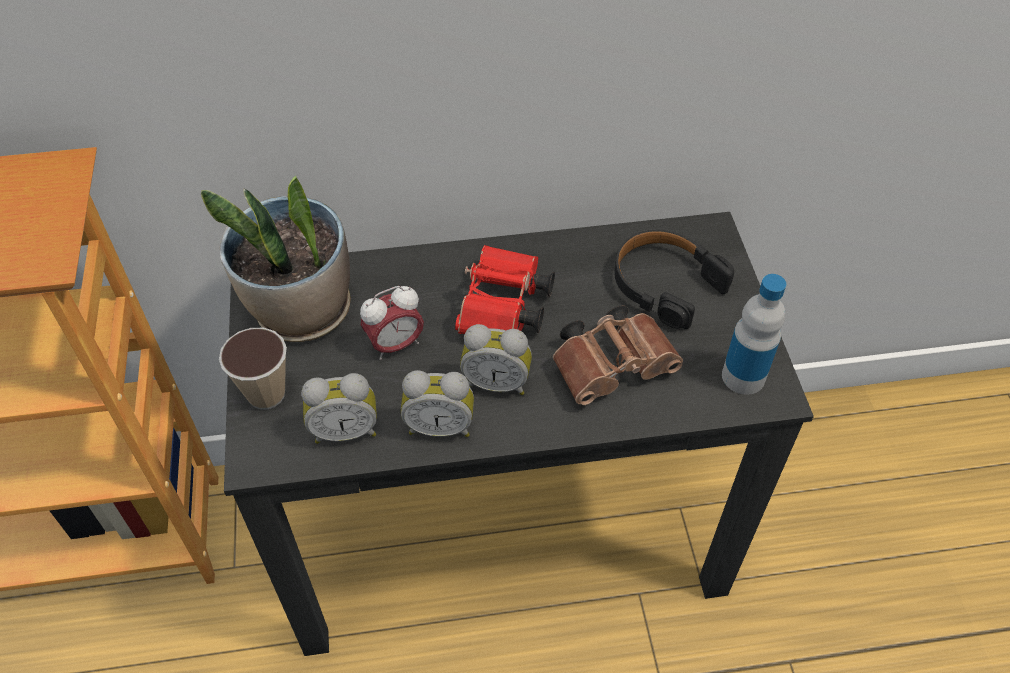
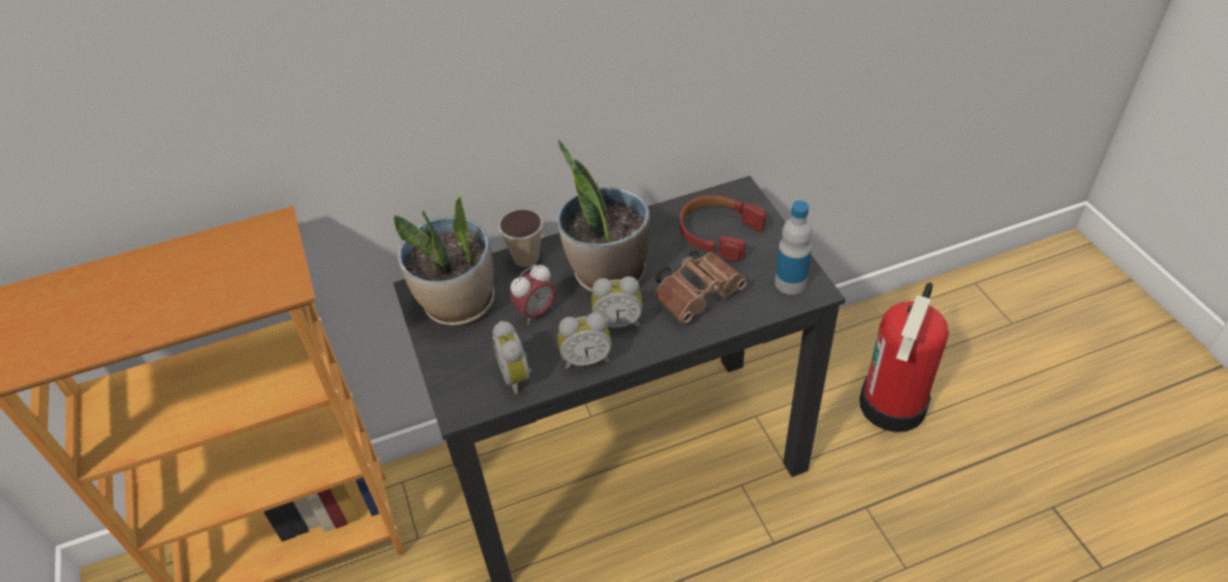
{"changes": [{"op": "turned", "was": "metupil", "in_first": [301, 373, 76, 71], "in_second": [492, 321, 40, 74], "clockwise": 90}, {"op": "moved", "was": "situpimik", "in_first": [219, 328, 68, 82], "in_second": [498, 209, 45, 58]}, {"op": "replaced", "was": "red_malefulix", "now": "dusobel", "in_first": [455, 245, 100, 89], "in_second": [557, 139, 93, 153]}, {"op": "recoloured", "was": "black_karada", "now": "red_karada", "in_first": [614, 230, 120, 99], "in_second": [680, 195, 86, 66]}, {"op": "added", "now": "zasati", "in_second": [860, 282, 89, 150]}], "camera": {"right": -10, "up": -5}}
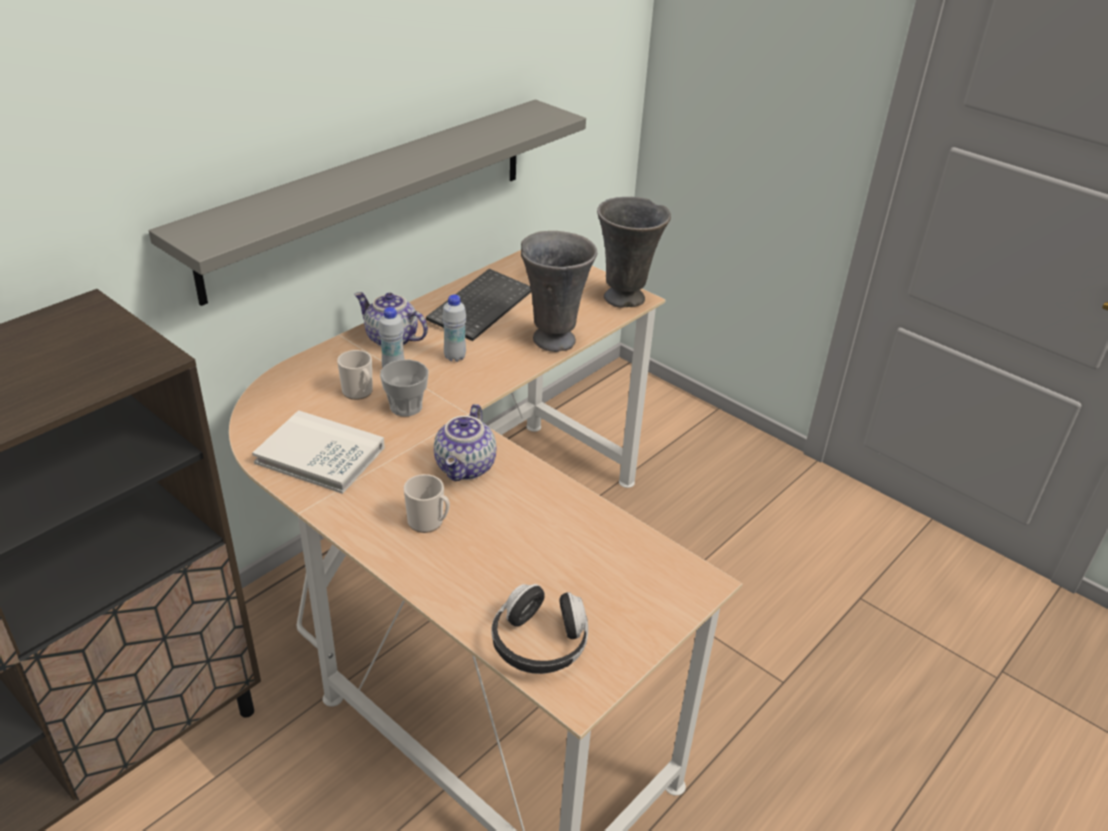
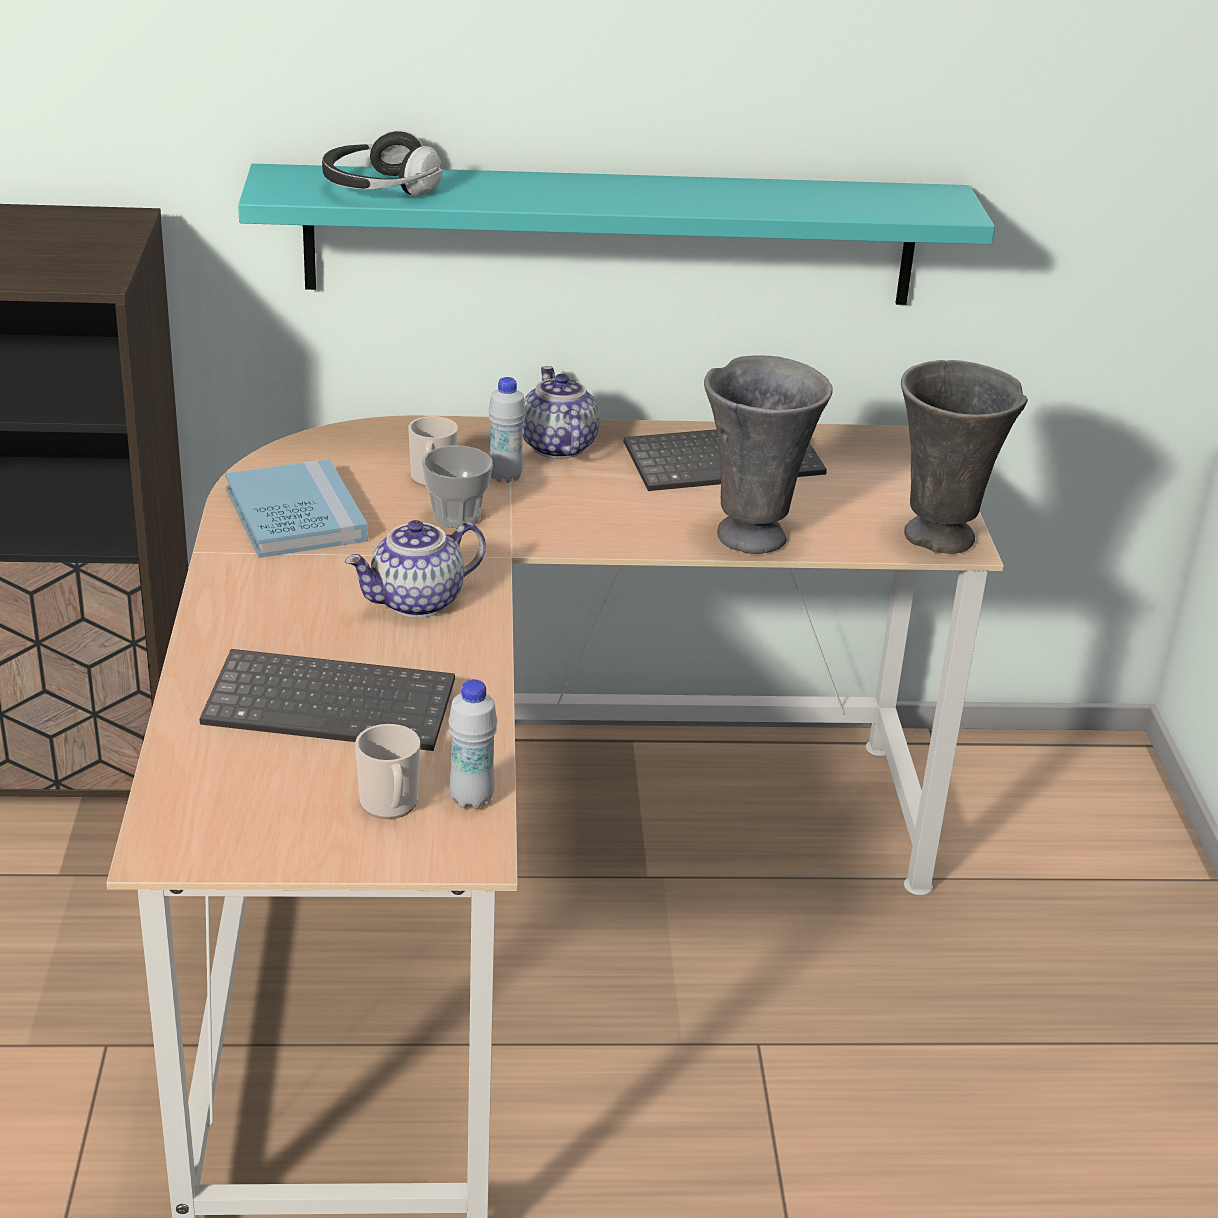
{"changes": [{"op": "added", "now": "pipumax", "in_second": [199, 649, 256, 102]}, {"op": "recoloured", "was": "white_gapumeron", "now": "blue_gapumeron", "in_first": [252, 410, 133, 84], "in_second": [225, 459, 143, 99]}, {"op": "recoloured", "was": "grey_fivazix", "now": "turquoise_fivazix", "in_first": [149, 100, 437, 206], "in_second": [238, 164, 757, 141]}, {"op": "moved", "was": "karada", "in_first": [491, 584, 97, 90], "in_second": [322, 130, 120, 66]}, {"op": "moved", "was": "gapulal", "in_first": [404, 474, 46, 59], "in_second": [355, 724, 65, 95]}, {"op": "moved", "was": "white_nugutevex", "in_first": [442, 295, 25, 67], "in_second": [449, 679, 48, 130]}], "camera": {"right": 45, "up": -5}}
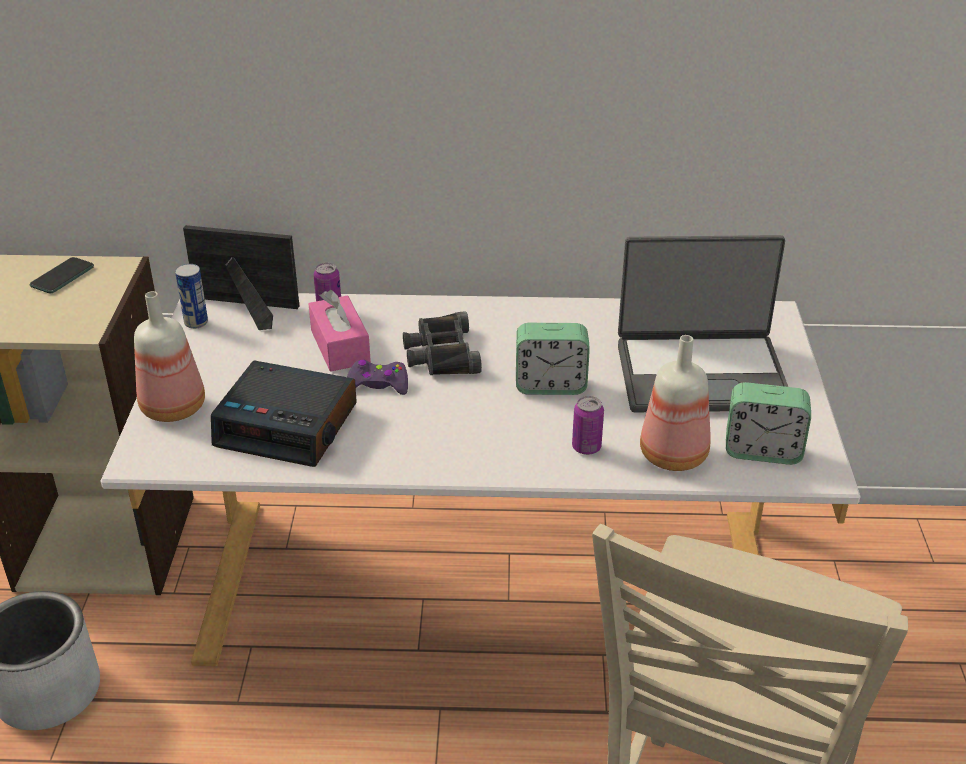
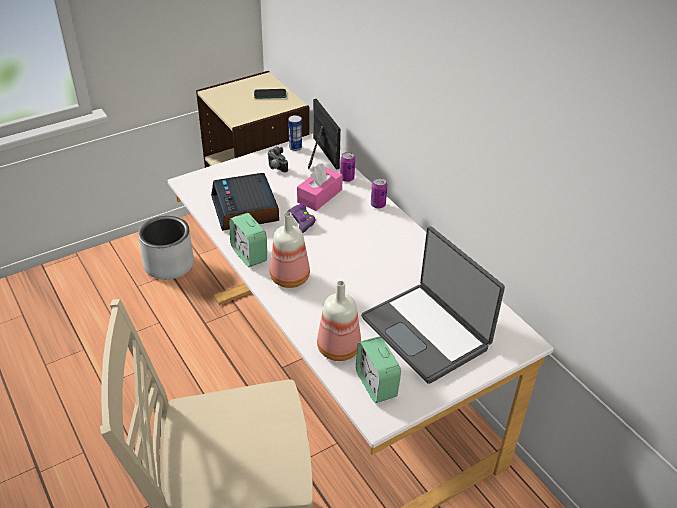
{"changes": [{"op": "moved", "was": "metupil", "in_first": [516, 323, 74, 72], "in_second": [229, 213, 38, 54]}, {"op": "added", "now": "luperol", "in_second": [268, 146, 20, 27]}, {"op": "moved", "was": "nugutevex", "in_first": [134, 291, 71, 131], "in_second": [270, 212, 40, 76]}, {"op": "moved", "was": "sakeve", "in_first": [572, 396, 32, 59], "in_second": [371, 178, 16, 31]}, {"op": "removed", "was": "black_malefulix", "in_first": [403, 311, 79, 64]}], "camera": {"right": 55, "up": 5}}
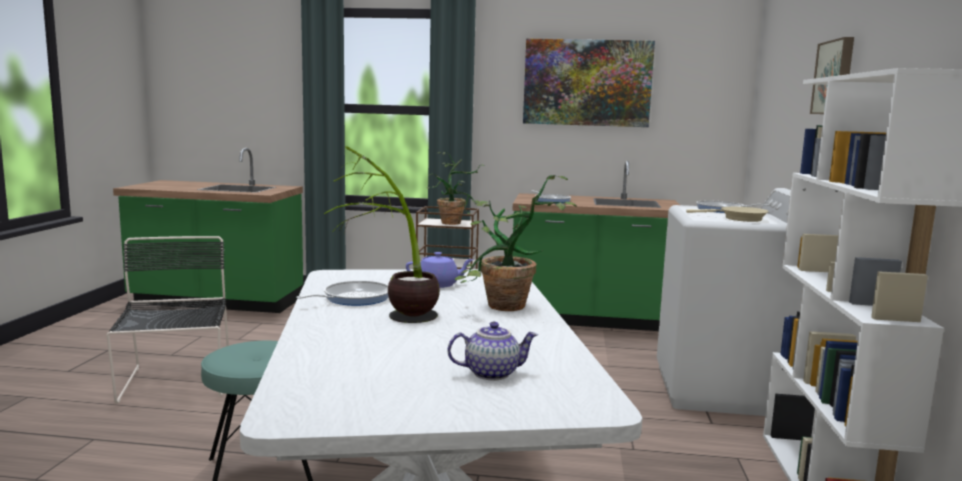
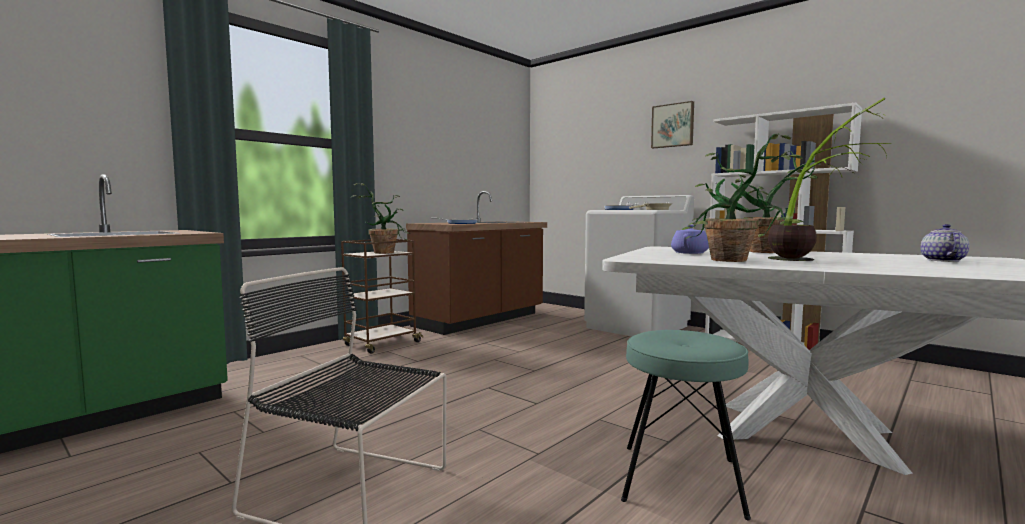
{"changes": [{"op": "recoloured", "was": "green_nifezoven", "now": "brown_nifezoven", "in_first": [512, 160, 168, 171], "in_second": [406, 191, 141, 144]}, {"op": "replaced", "was": "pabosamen", "now": "dusobel", "in_first": [296, 281, 93, 25], "in_second": [682, 133, 121, 129]}, {"op": "removed", "was": "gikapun", "in_first": [523, 38, 132, 89]}], "camera": {"right": -55, "up": -5}}
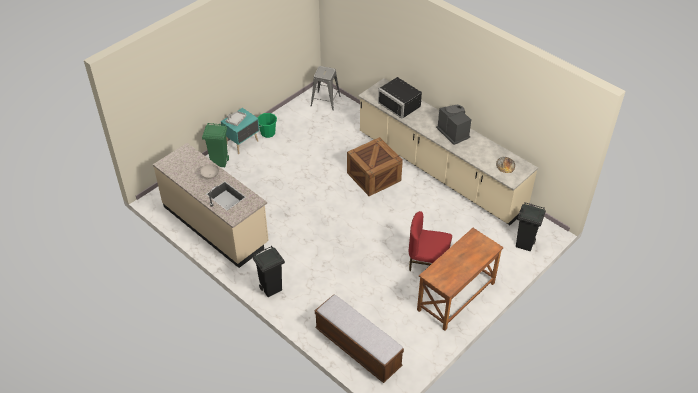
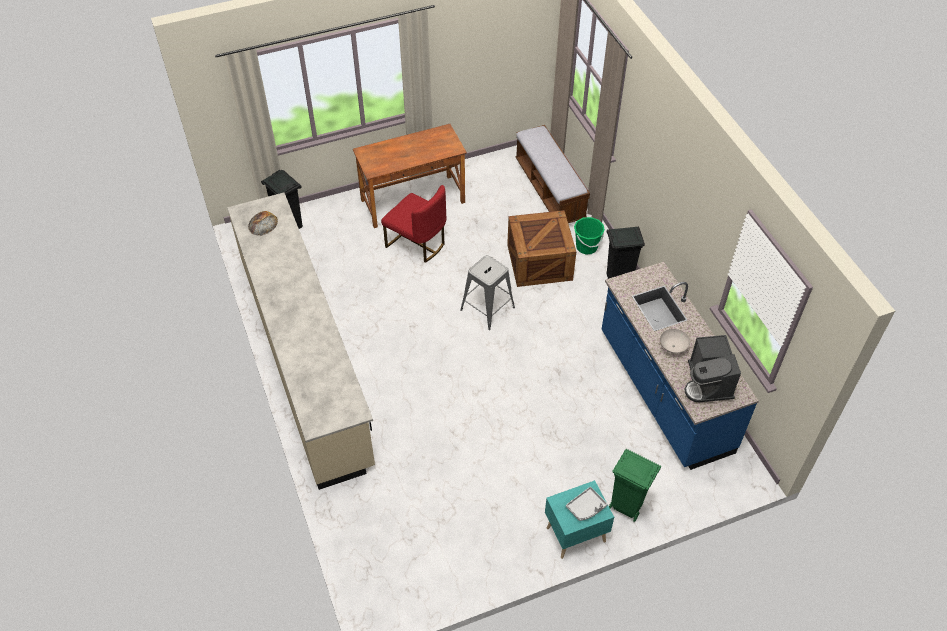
{"changes": [{"op": "moved", "was": "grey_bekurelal", "in_first": [311, 66, 29, 45], "in_second": [460, 255, 55, 75]}, {"op": "moved", "was": "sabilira", "in_first": [347, 137, 56, 59], "in_second": [507, 210, 69, 77]}, {"op": "moved", "was": "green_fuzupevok", "in_first": [257, 113, 20, 25], "in_second": [574, 217, 31, 37]}, {"op": "recoloured", "was": "beige_nifezoven", "now": "blue_nifezoven", "in_first": [153, 143, 116, 125], "in_second": [602, 262, 157, 208]}, {"op": "moved", "was": "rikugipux", "in_first": [436, 105, 36, 40], "in_second": [685, 335, 56, 67]}, {"op": "removed", "was": "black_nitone", "in_first": [378, 77, 44, 42]}], "camera": {"right": -155, "up": 5}}
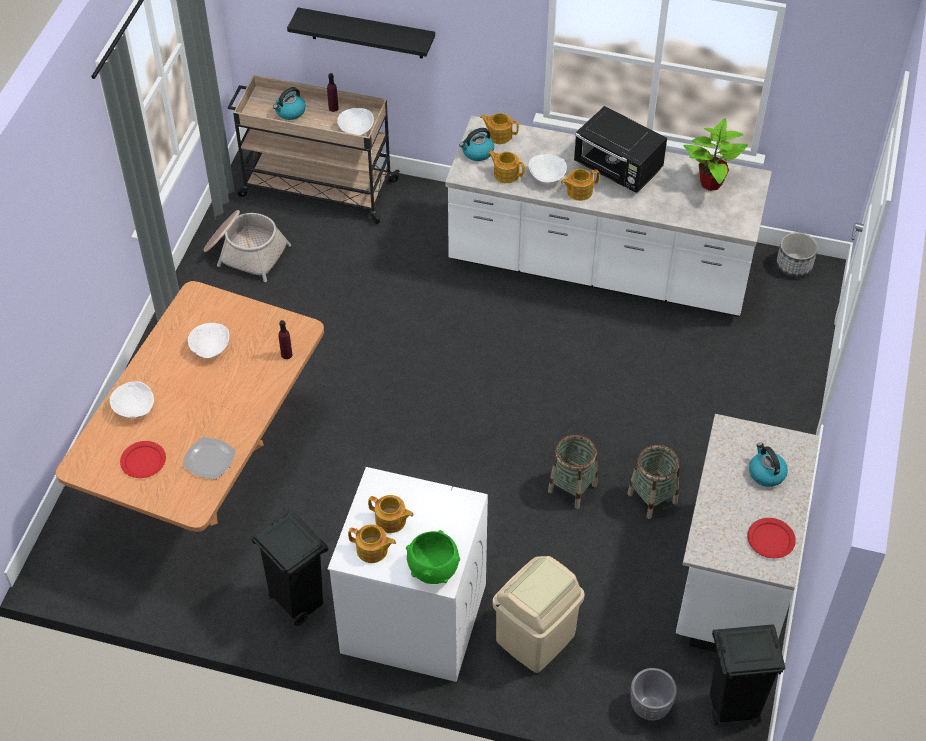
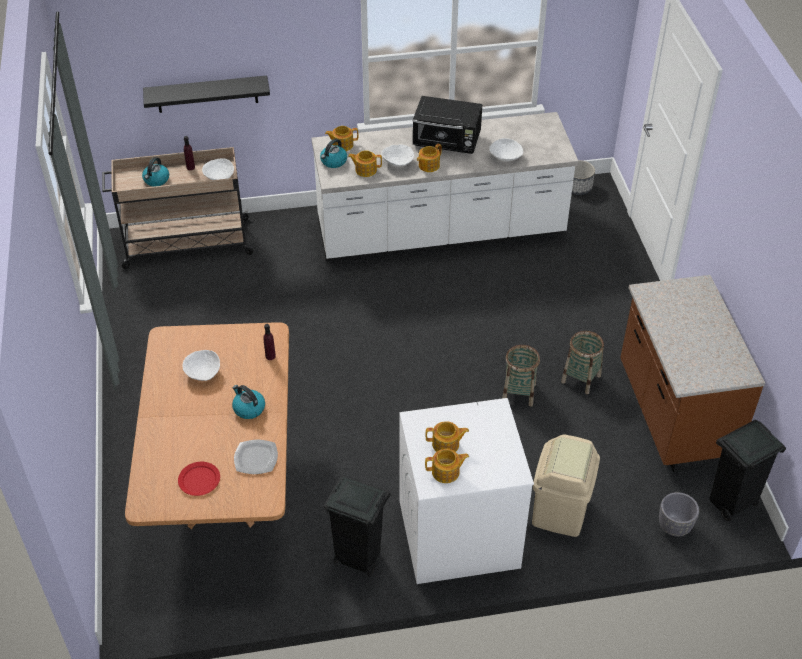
{"changes": [{"op": "moved", "was": "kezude", "in_first": [749, 443, 39, 44], "in_second": [232, 385, 33, 34]}, {"op": "moved", "was": "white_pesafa", "in_first": [110, 381, 44, 37], "in_second": [489, 138, 34, 24]}, {"op": "recoloured", "was": "white_nifezoven", "now": "brown_nifezoven", "in_first": [676, 414, 144, 239], "in_second": [620, 275, 145, 198]}, {"op": "removed", "was": "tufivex", "in_first": [204, 210, 87, 72]}, {"op": "removed", "was": "green_pesafa", "in_first": [406, 530, 54, 54]}, {"op": "removed", "was": "dusobel", "in_first": [683, 118, 65, 73]}, {"op": "removed", "was": "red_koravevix", "in_first": [747, 518, 49, 40]}], "camera": {"right": -25, "up": -5}}
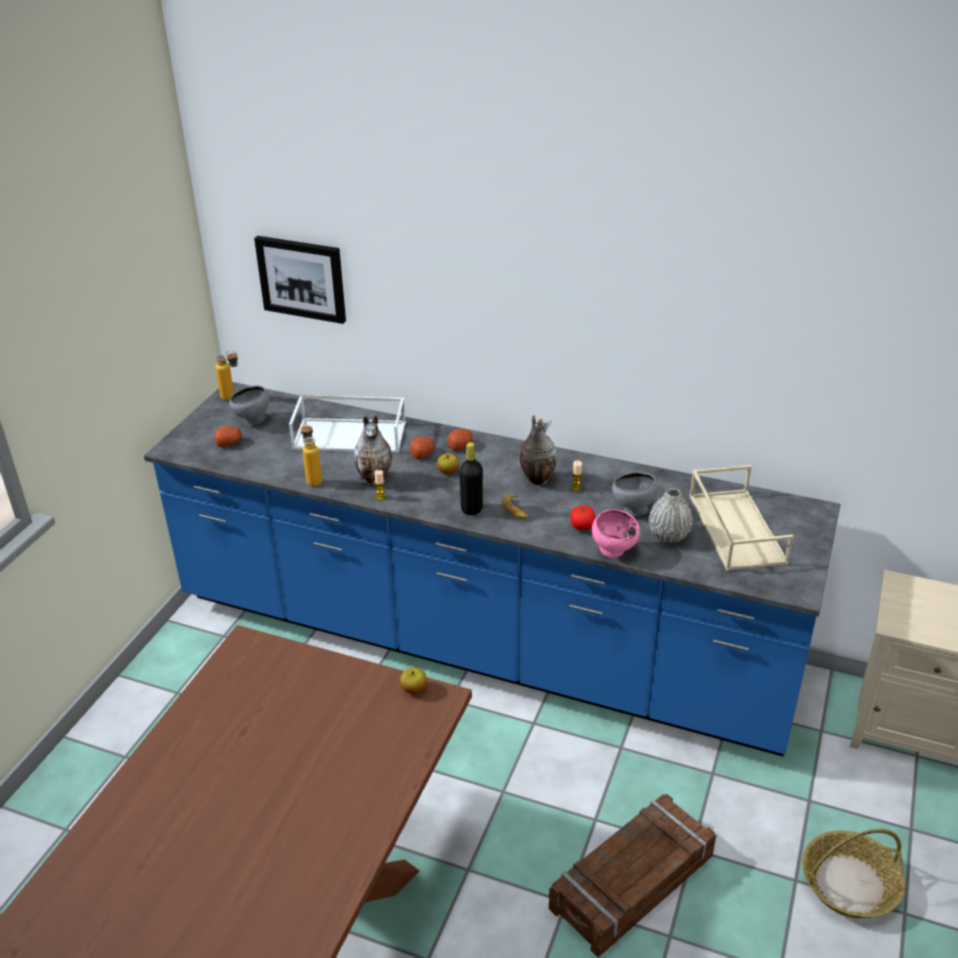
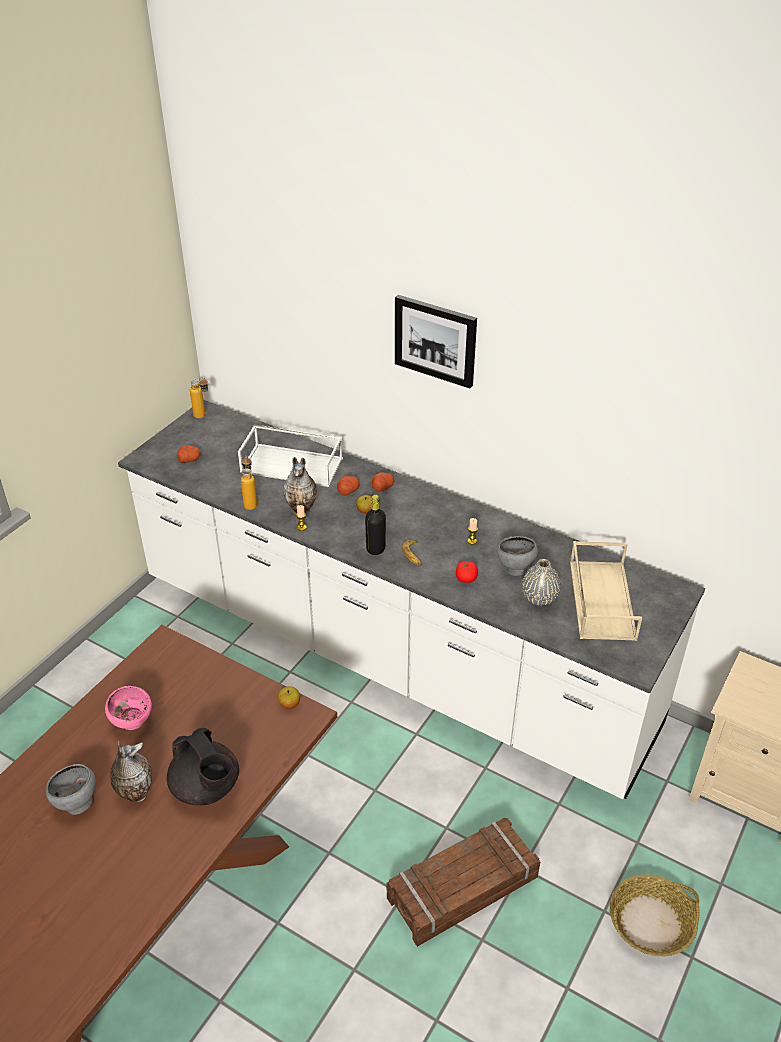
{"changes": [{"op": "moved", "was": "grey_pesafa", "in_first": [229, 385, 41, 40], "in_second": [46, 764, 50, 51]}, {"op": "moved", "was": "pink_pesafa", "in_first": [592, 509, 48, 49], "in_second": [105, 686, 47, 44]}, {"op": "moved", "was": "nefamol", "in_first": [520, 415, 37, 70], "in_second": [110, 740, 42, 63]}, {"op": "recoloured", "was": "blue_nifezoven", "now": "white_nifezoven", "in_first": [144, 382, 696, 374], "in_second": [118, 400, 587, 399]}, {"op": "added", "now": "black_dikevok", "in_second": [167, 728, 72, 78]}, {"op": "moved", "was": "gikapun", "in_first": [254, 236, 92, 88], "in_second": [395, 295, 82, 93]}], "camera": {"right": 10, "up": 5}}
